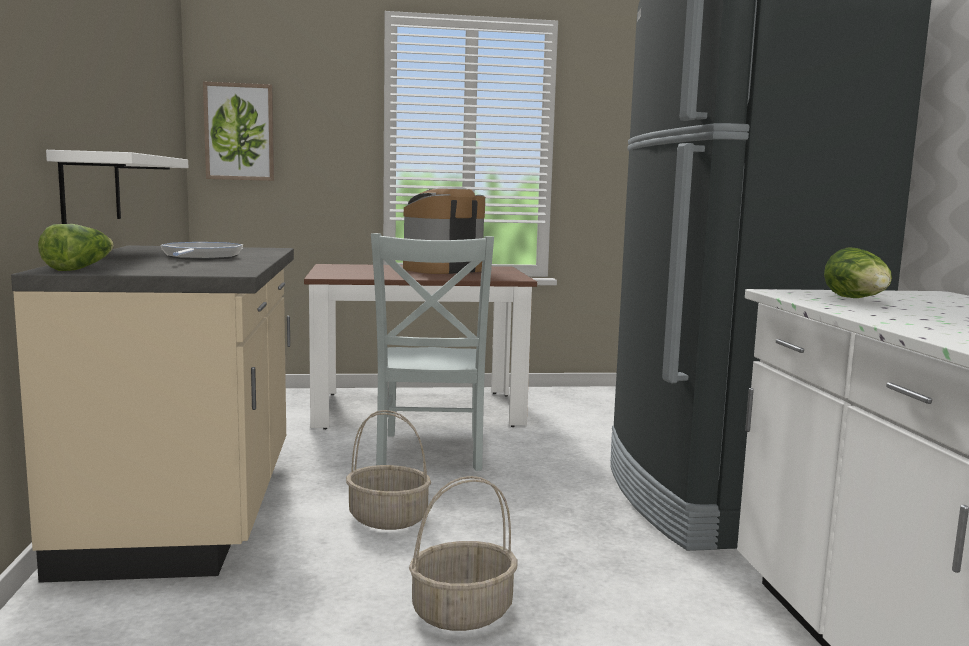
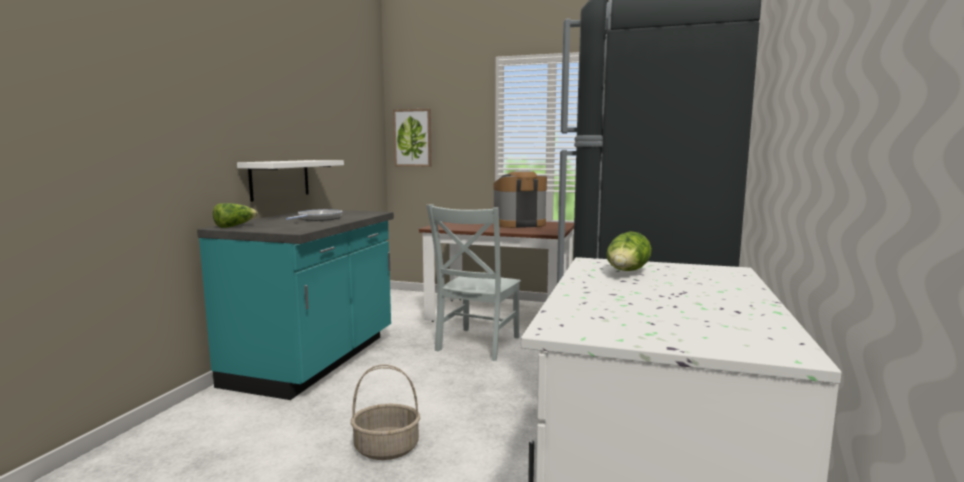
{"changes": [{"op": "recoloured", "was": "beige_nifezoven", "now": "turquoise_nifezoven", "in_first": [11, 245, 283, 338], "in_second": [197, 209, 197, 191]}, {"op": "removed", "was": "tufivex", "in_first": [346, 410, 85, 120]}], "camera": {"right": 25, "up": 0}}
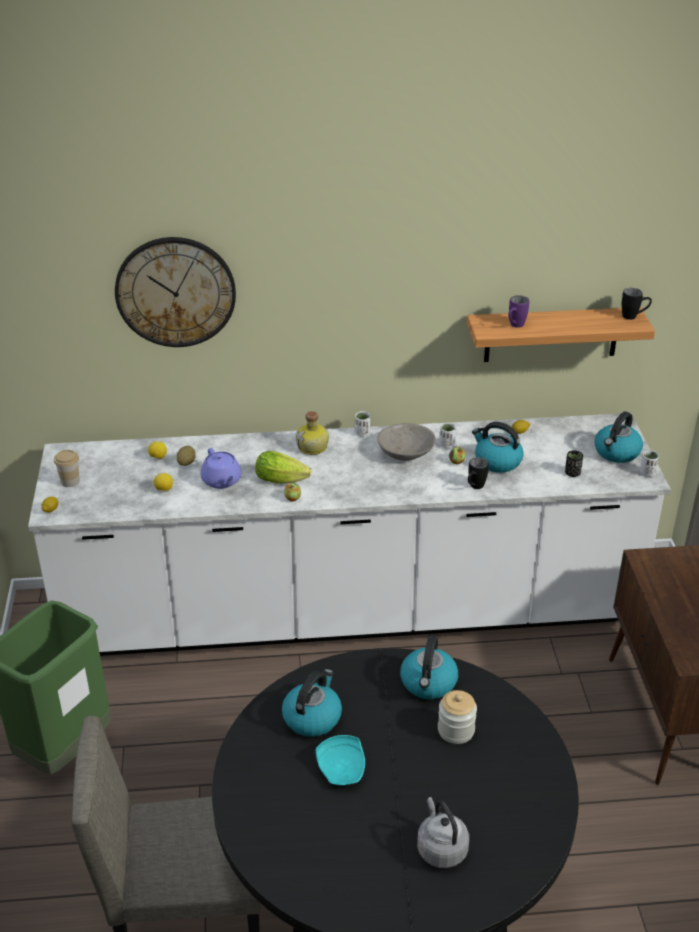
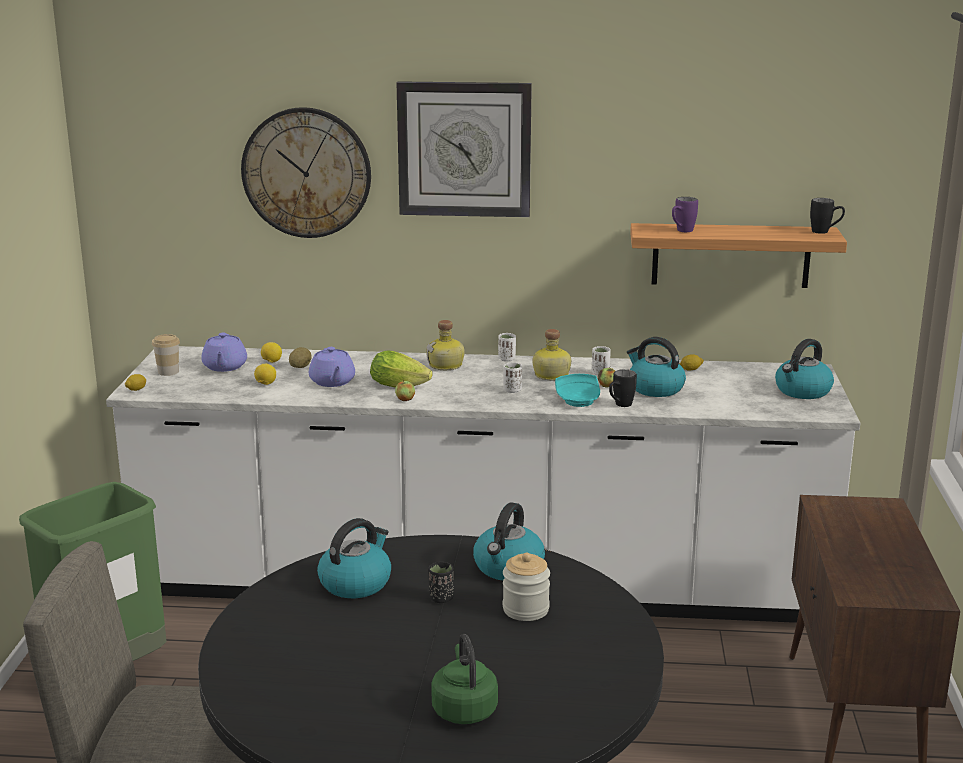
{"changes": [{"op": "added", "now": "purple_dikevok", "in_second": [201, 333, 46, 39]}, {"op": "added", "now": "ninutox", "in_second": [397, 81, 135, 136]}, {"op": "moved", "was": "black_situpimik", "in_first": [565, 450, 18, 27], "in_second": [428, 562, 26, 41]}, {"op": "recoloured", "was": "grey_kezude", "now": "green_kezude", "in_first": [417, 797, 52, 71], "in_second": [431, 634, 67, 90]}, {"op": "moved", "was": "white_situpimik", "in_first": [640, 450, 19, 27], "in_second": [503, 362, 19, 31]}, {"op": "replaced", "was": "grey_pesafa", "now": "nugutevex", "in_first": [377, 423, 59, 38], "in_second": [533, 329, 38, 52]}, {"op": "moved", "was": "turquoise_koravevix", "in_first": [315, 735, 50, 50], "in_second": [555, 374, 45, 33]}], "camera": {"right": 10, "up": -15}}
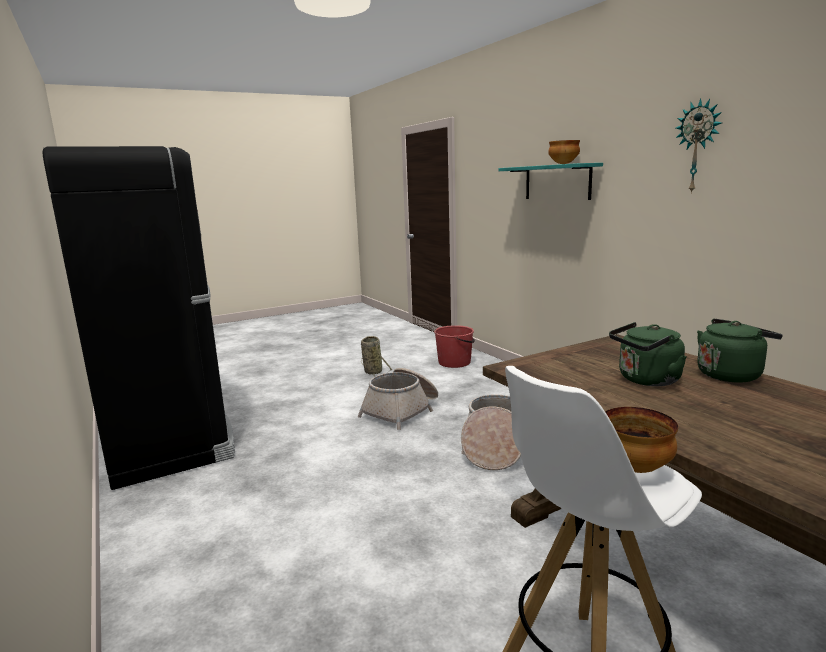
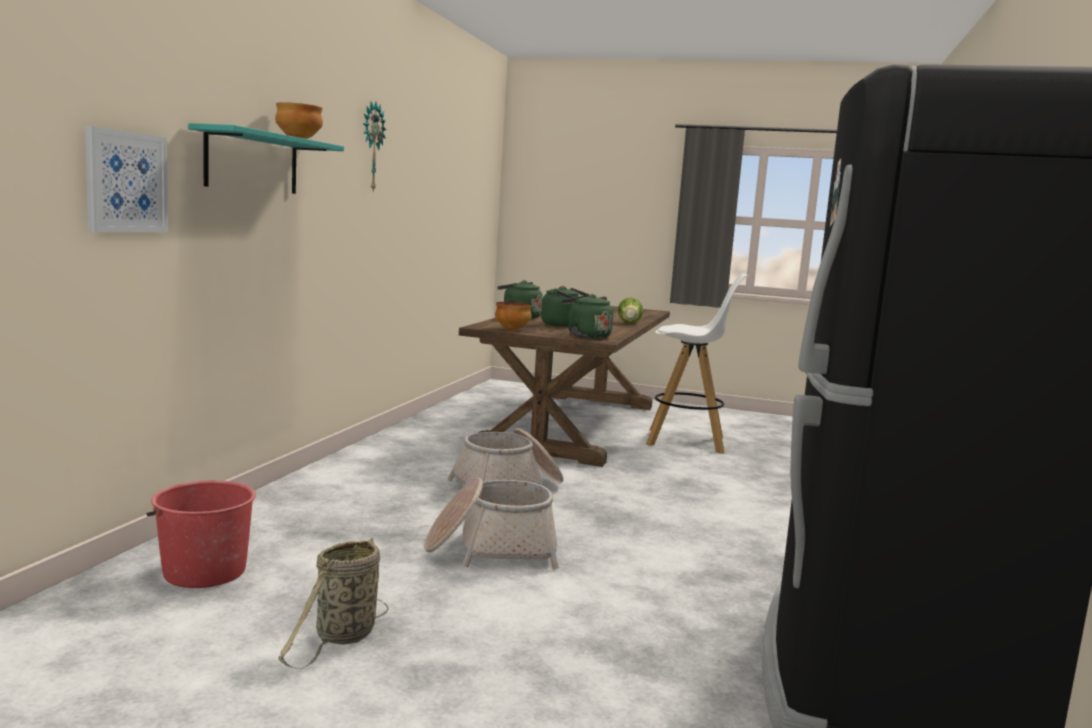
{"changes": [{"op": "added", "now": "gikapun", "in_second": [85, 126, 83, 106]}, {"op": "moved", "was": "pesafa", "in_first": [605, 407, 73, 66], "in_second": [495, 302, 37, 28]}, {"op": "added", "now": "green_kezude", "in_second": [562, 294, 51, 45]}, {"op": "added", "now": "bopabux", "in_second": [618, 298, 25, 25]}], "camera": {"right": -135, "up": -5}}
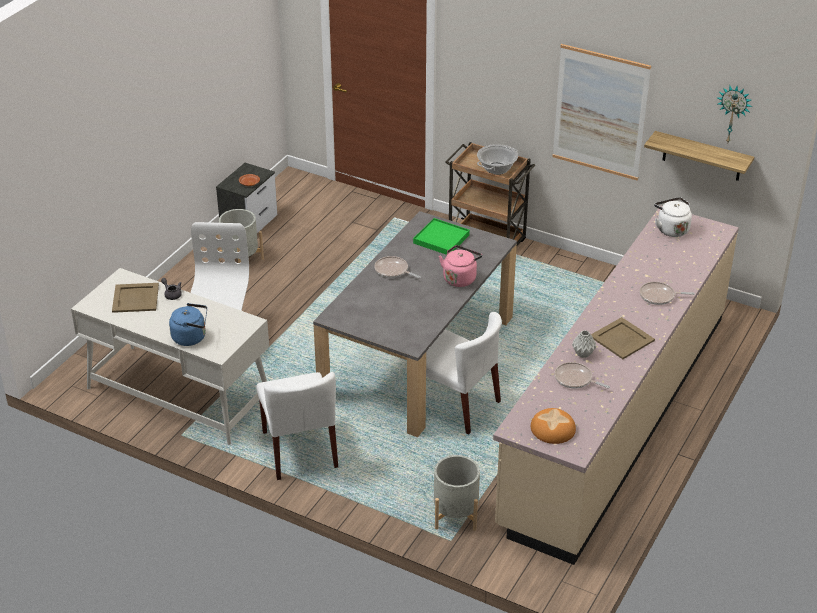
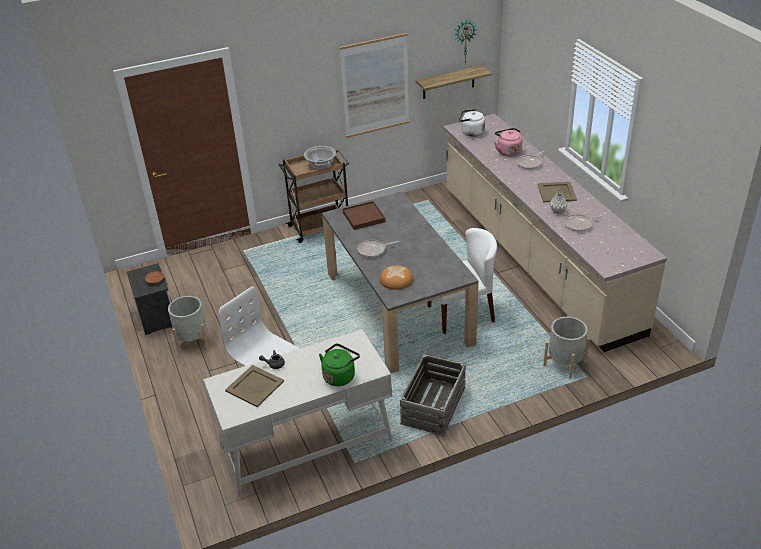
{"changes": [{"op": "recoloured", "was": "blue_kezude", "now": "green_kezude", "in_first": [169, 303, 38, 43], "in_second": [319, 344, 41, 42]}, {"op": "recoloured", "was": "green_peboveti", "now": "brown_peboveti", "in_first": [413, 218, 57, 37], "in_second": [343, 201, 42, 29]}, {"op": "moved", "was": "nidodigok", "in_first": [531, 408, 45, 36], "in_second": [380, 265, 33, 25]}, {"op": "replaced", "was": "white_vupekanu", "now": "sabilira", "in_first": [256, 372, 82, 108], "in_second": [400, 354, 66, 82]}, {"op": "moved", "was": "pink_kezude", "in_first": [439, 245, 43, 42], "in_second": [495, 128, 27, 29]}], "camera": {"right": -50, "up": 0}}
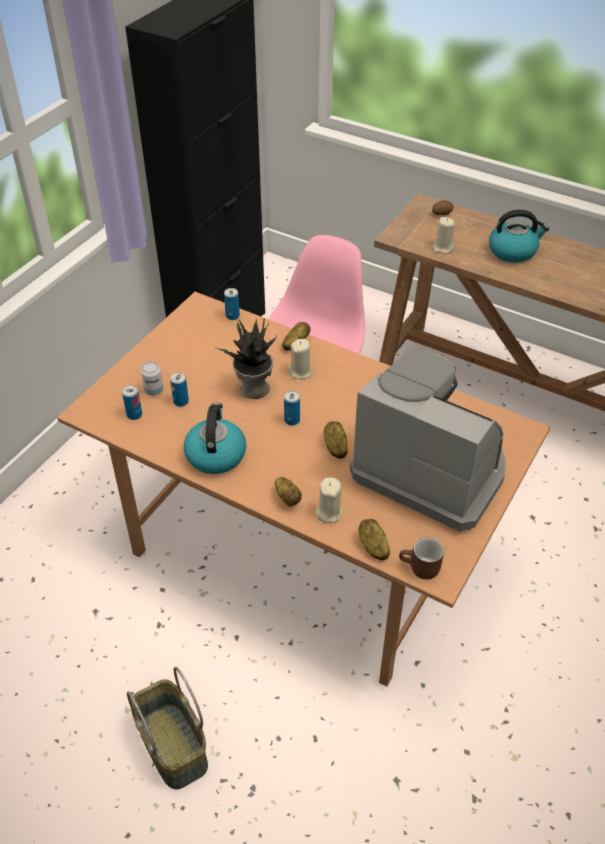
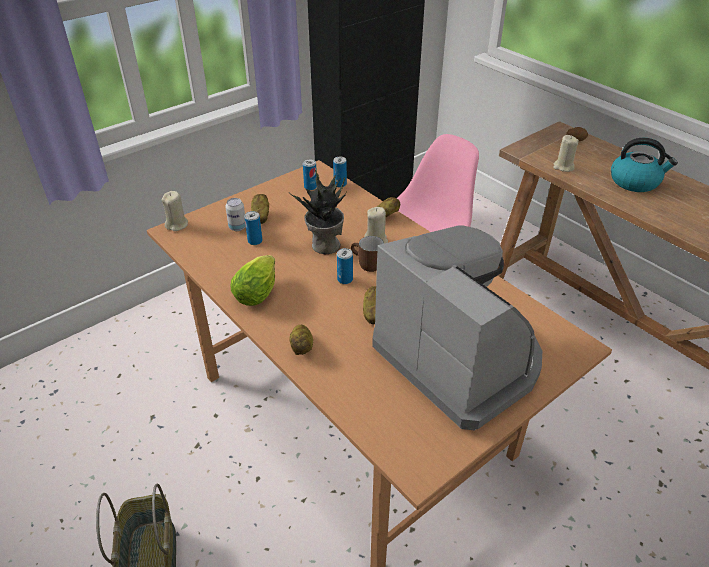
{"changes": [{"op": "moved", "was": "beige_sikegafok", "in_first": [316, 478, 27, 45], "in_second": [162, 191, 26, 40]}, {"op": "replaced", "was": "kezude", "now": "bopabux", "in_first": [184, 403, 62, 71], "in_second": [230, 255, 45, 51]}, {"op": "moved", "was": "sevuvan", "in_first": [358, 519, 32, 41], "in_second": [251, 194, 18, 30]}, {"op": "moved", "was": "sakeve", "in_first": [122, 385, 20, 35], "in_second": [303, 159, 14, 31]}, {"op": "moved", "was": "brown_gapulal", "in_first": [399, 537, 45, 43], "in_second": [351, 236, 33, 36]}], "camera": {"right": 20, "up": -5}}
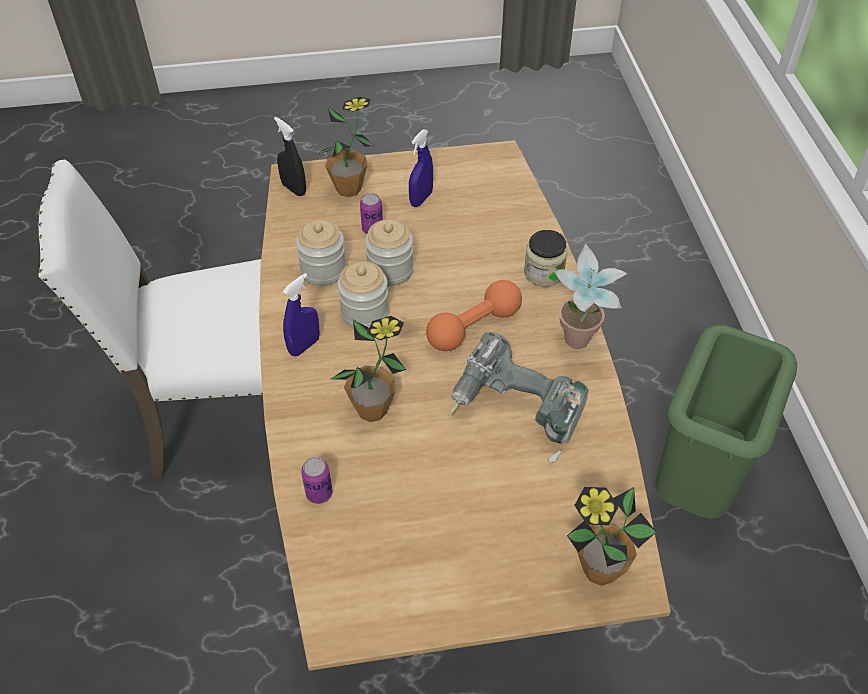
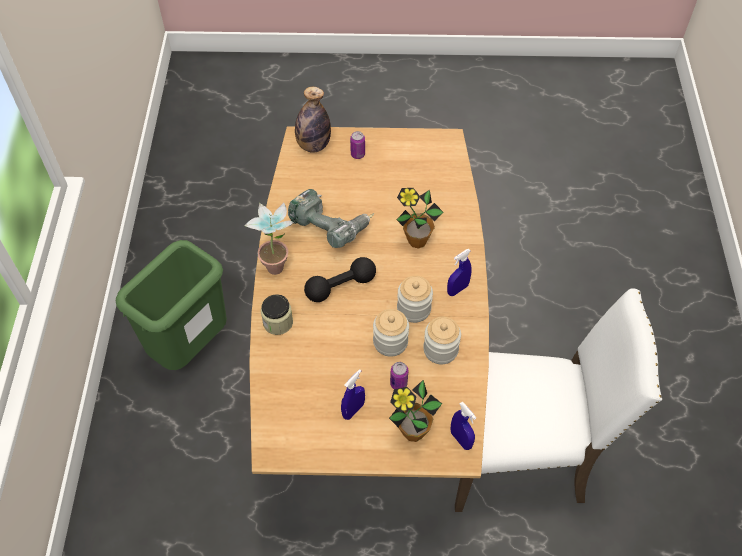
{"changes": [{"op": "replaced", "was": "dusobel", "now": "nugutevex", "in_first": [567, 487, 89, 99], "in_second": [295, 87, 36, 66]}, {"op": "recoloured", "was": "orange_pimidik", "now": "black_pimidik", "in_first": [426, 280, 96, 71], "in_second": [304, 257, 72, 45]}, {"op": "moved", "was": "sakeve", "in_first": [301, 457, 32, 47], "in_second": [350, 131, 15, 28]}, {"op": "recoloured", "was": "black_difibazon", "now": "blue_difibazon", "in_first": [274, 117, 32, 79], "in_second": [450, 402, 26, 48]}], "camera": {"right": -170, "up": 5}}
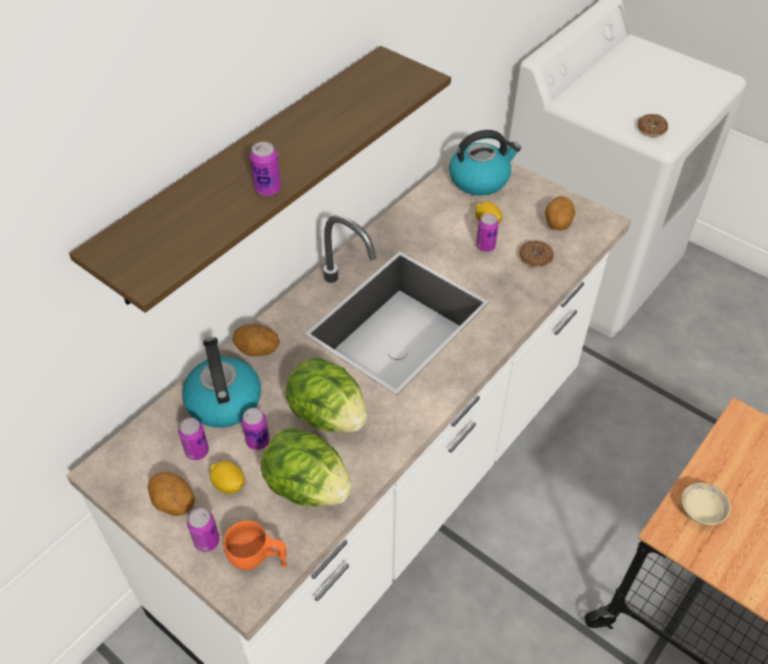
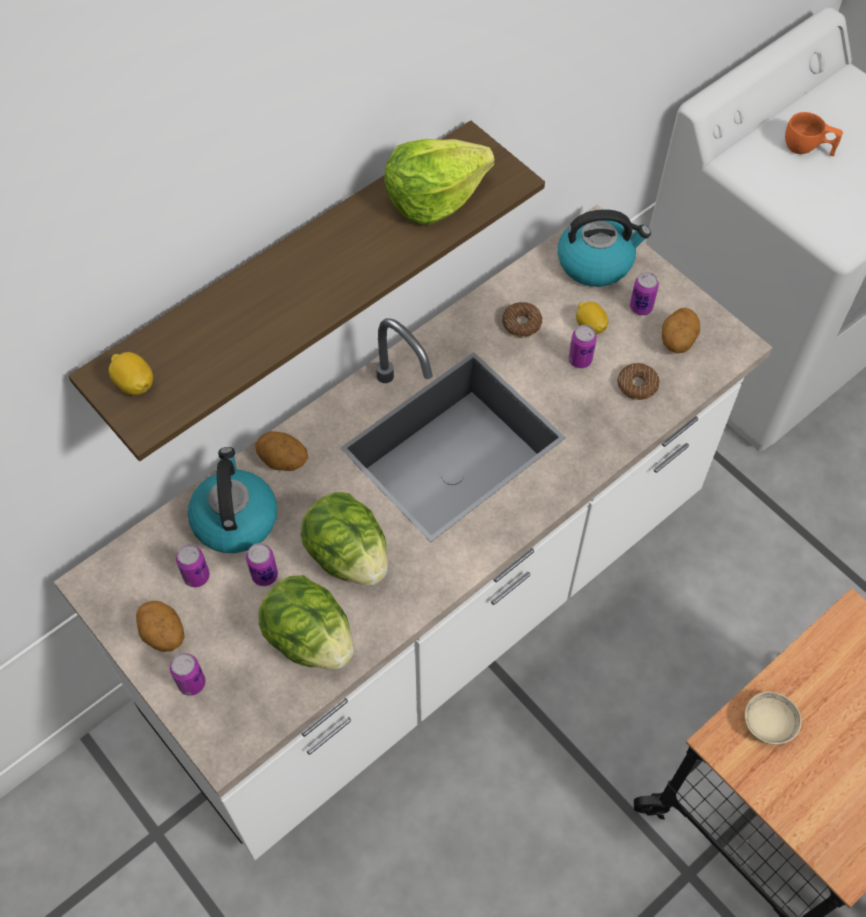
{"changes": [{"op": "moved", "was": "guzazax", "in_first": [210, 461, 35, 33], "in_second": [109, 352, 44, 43]}, {"op": "added", "now": "bopabux", "in_second": [384, 139, 111, 86]}, {"op": "moved", "was": "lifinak", "in_first": [637, 114, 31, 23], "in_second": [502, 302, 40, 35]}, {"op": "moved", "was": "sakeve", "in_first": [250, 142, 31, 54], "in_second": [630, 272, 29, 44]}, {"op": "moved", "was": "orange_situpimik", "in_first": [223, 520, 64, 50], "in_second": [785, 112, 58, 44]}], "camera": {"right": 10, "up": 10}}
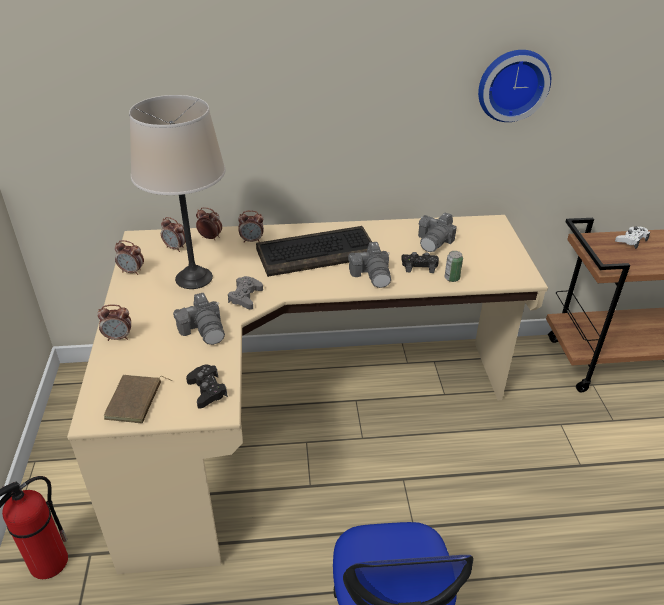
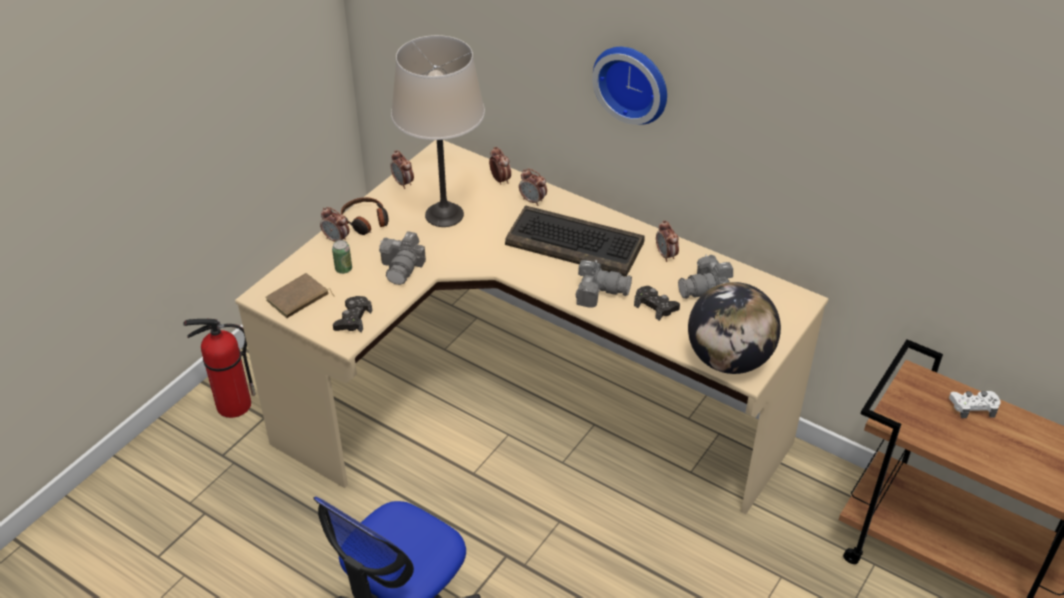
{"changes": [{"op": "moved", "was": "sakeve", "in_first": [445, 251, 18, 31], "in_second": [332, 240, 20, 34]}, {"op": "added", "now": "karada", "in_second": [341, 197, 48, 38]}, {"op": "turned", "was": "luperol", "in_first": [348, 242, 43, 46], "in_second": [576, 260, 56, 48], "clockwise": -105}, {"op": "moved", "was": "ninutox", "in_first": [478, 50, 73, 72], "in_second": [592, 47, 75, 78]}, {"op": "moved", "was": "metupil", "in_first": [161, 217, 25, 35], "in_second": [656, 220, 23, 42]}, {"op": "added", "now": "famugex", "in_second": [688, 282, 93, 92]}, {"op": "removed", "was": "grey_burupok", "in_first": [228, 276, 35, 34]}], "camera": {"right": 40, "up": 5}}
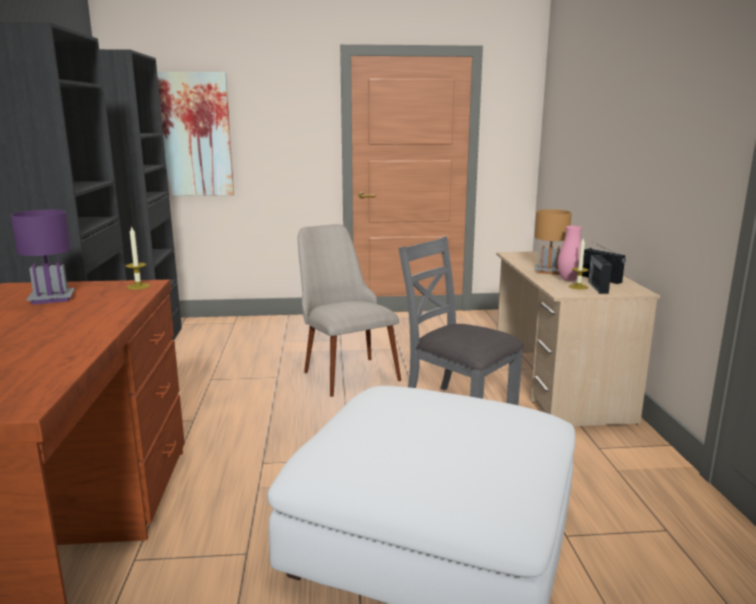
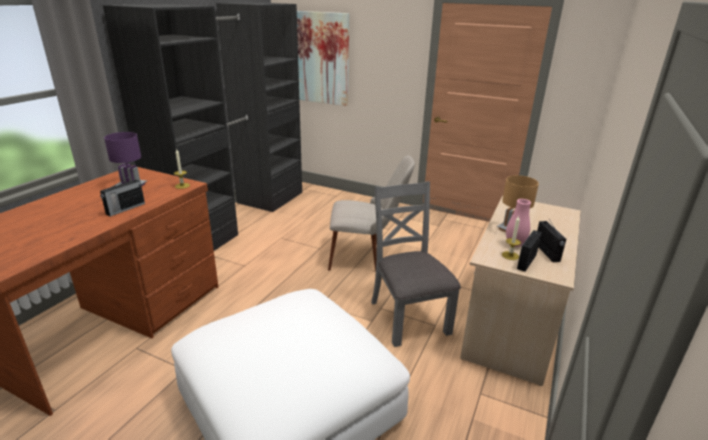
{"changes": [{"op": "added", "now": "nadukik", "in_second": [100, 175, 45, 42]}, {"op": "turned", "was": "beige_vupekanu", "in_first": [298, 224, 103, 173], "in_second": [328, 155, 87, 117], "clockwise": 90}], "camera": {"right": 30, "up": 10}}
